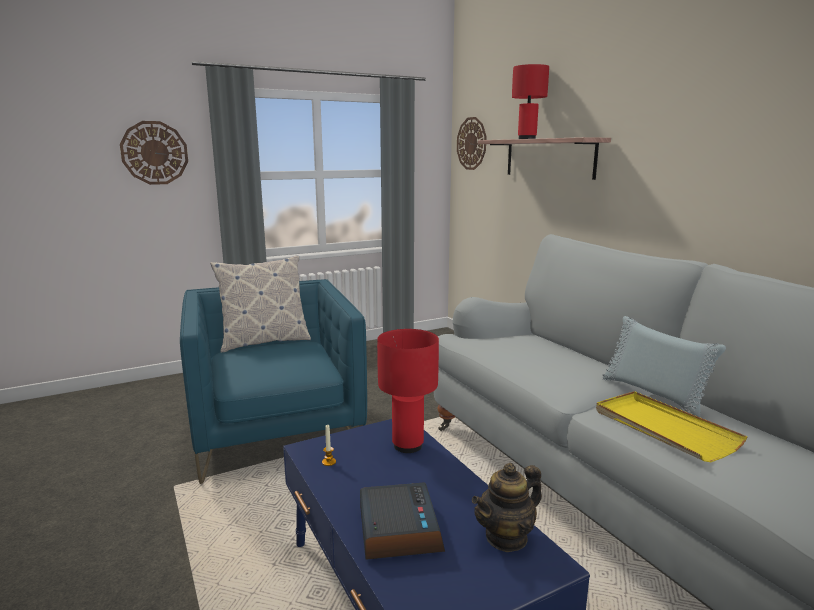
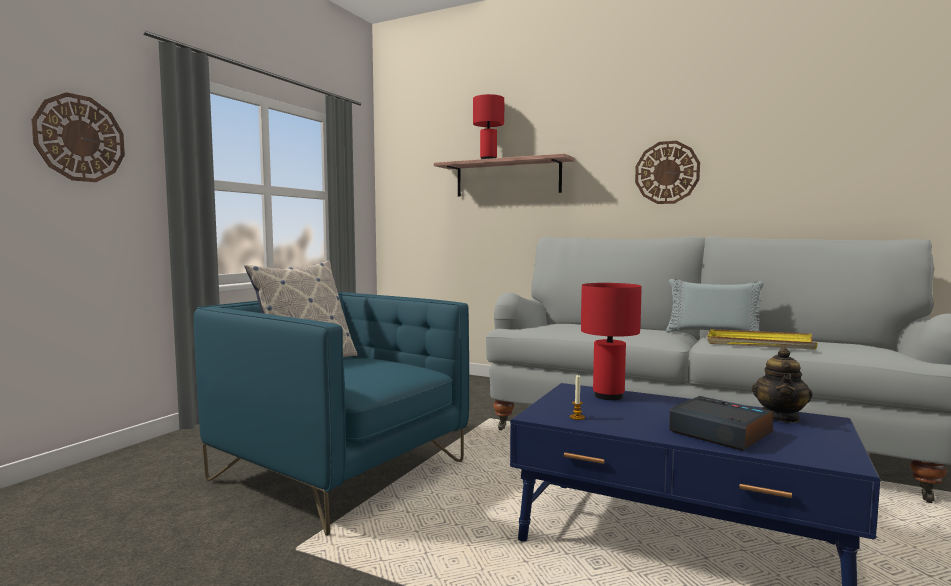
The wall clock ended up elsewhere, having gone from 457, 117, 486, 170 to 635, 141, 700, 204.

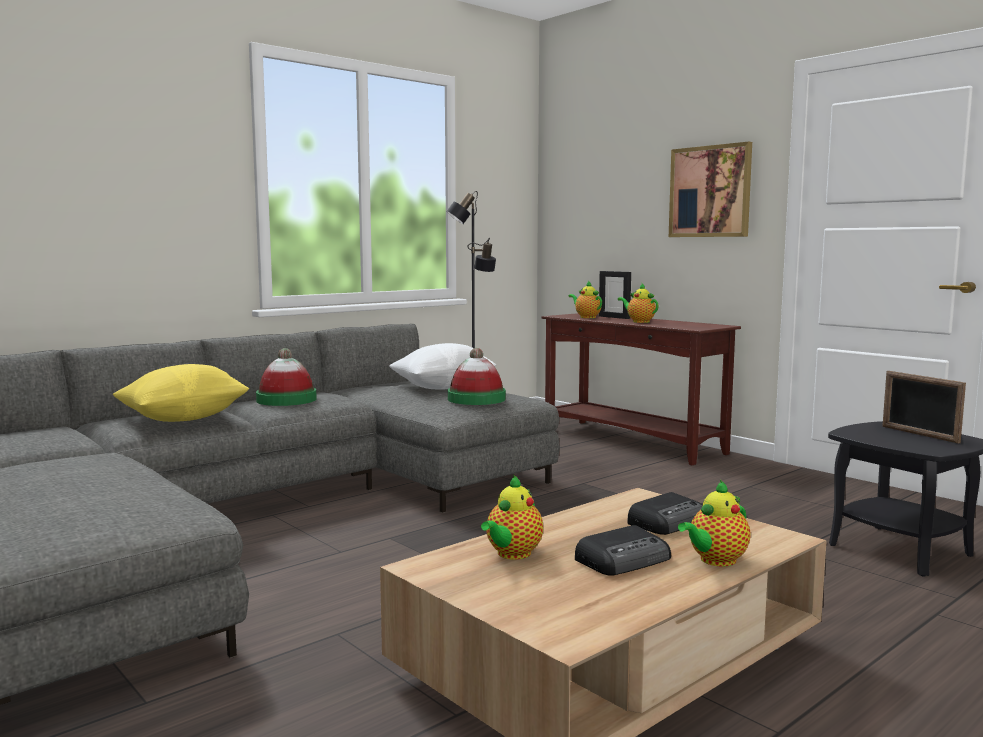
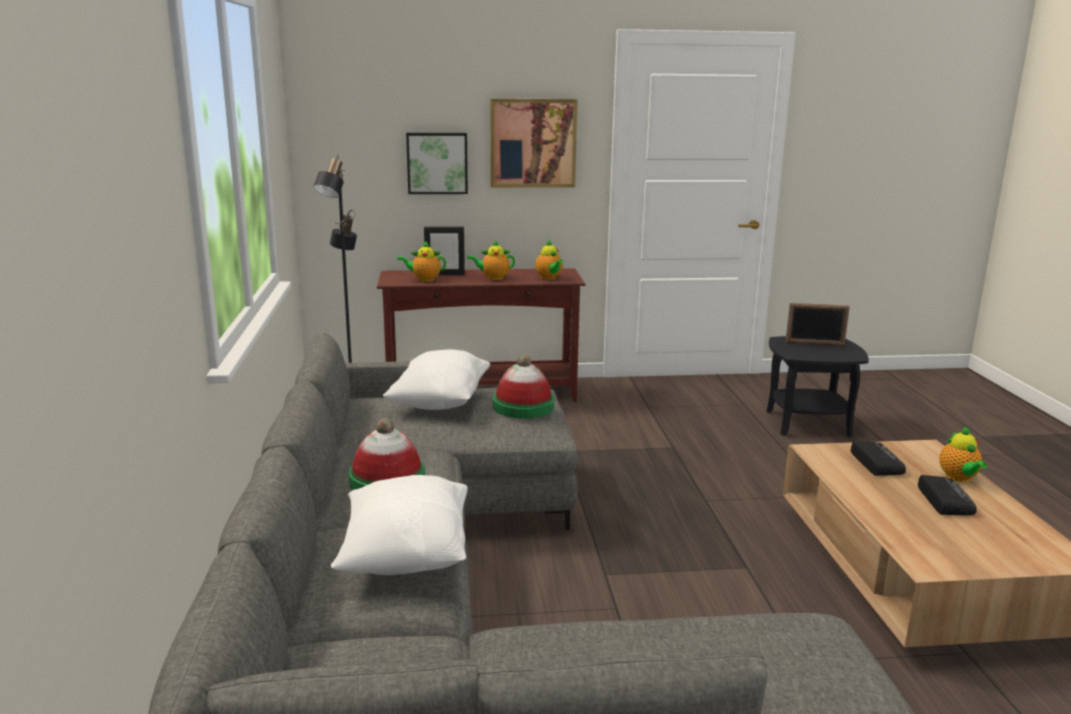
What was the pillow/yellow at 113, 364, 249, 422 turned into the pillow/white at 331, 475, 468, 575.
The teapot ended up elsewhere, having gone from 481, 475, 543, 560 to 535, 239, 563, 280.
The second view gained the picture at 406, 133, 468, 194.

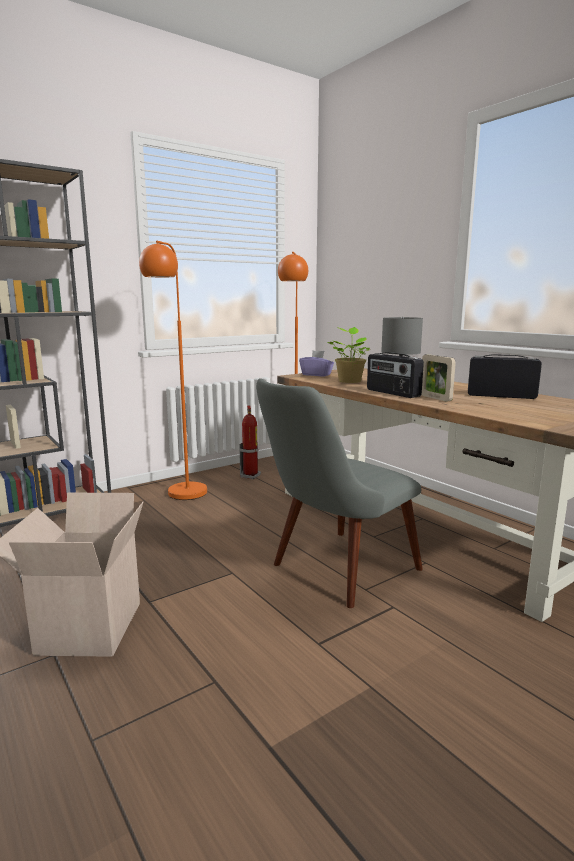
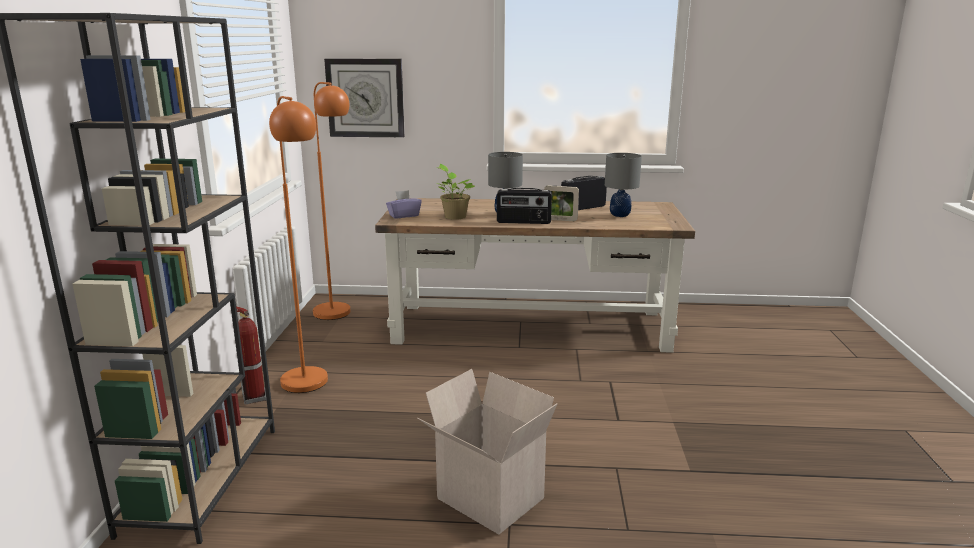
The fire extinguisher ended up elsewhere, having gone from 239, 406, 261, 479 to 236, 306, 266, 405.
The second view lost the chair/grey at 256, 378, 423, 608.
The second view gained the wall clock at 324, 59, 405, 137.
The second view gained the table lamp/grey at 605, 153, 642, 217.

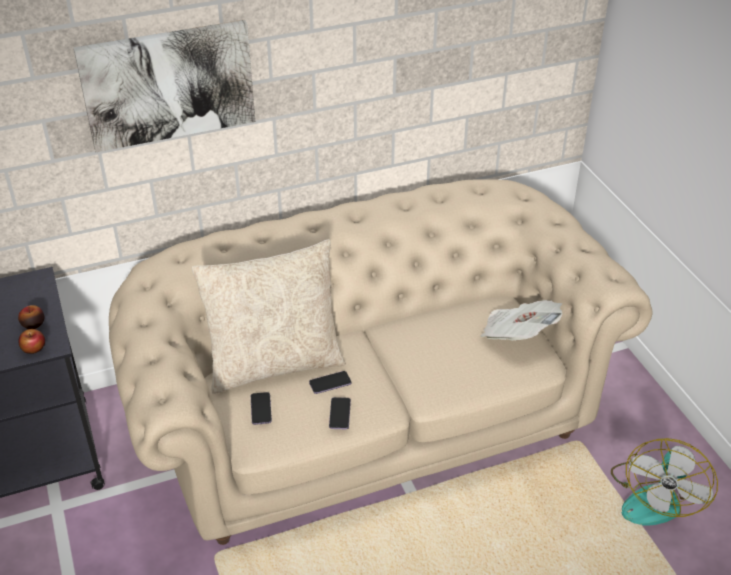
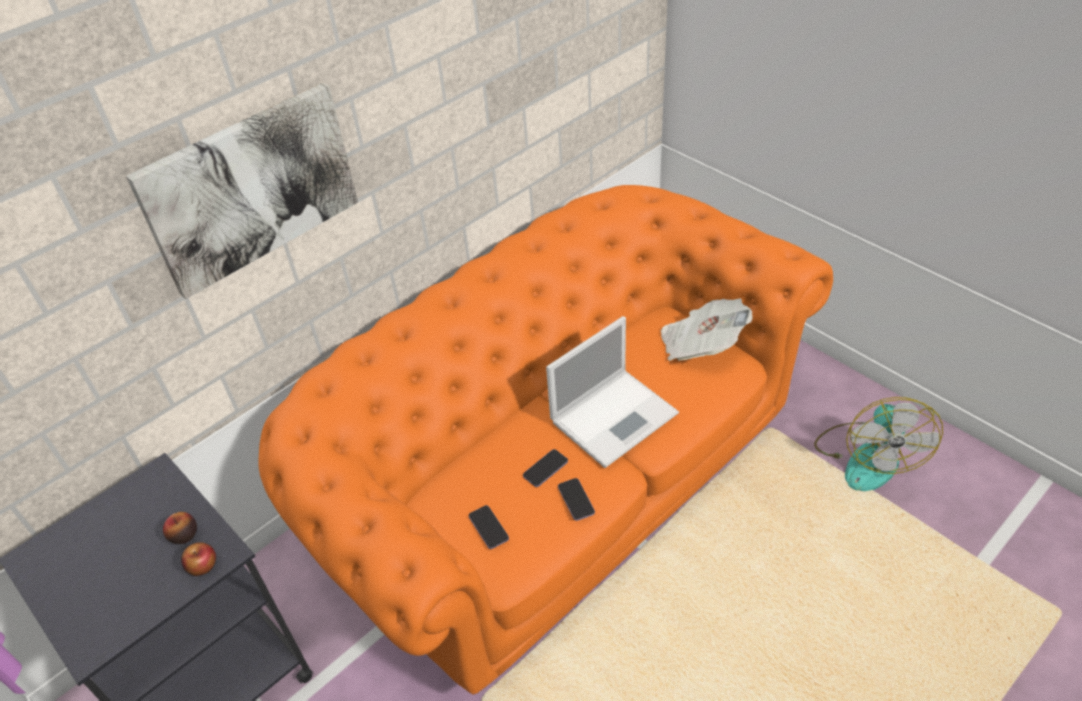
What was the sofa/beige at 109, 180, 653, 545 turned into the sofa/orange at 259, 185, 833, 695.
The second view lost the pillow/beige at 191, 239, 346, 394.
The second view gained the laptop at 546, 316, 679, 468.

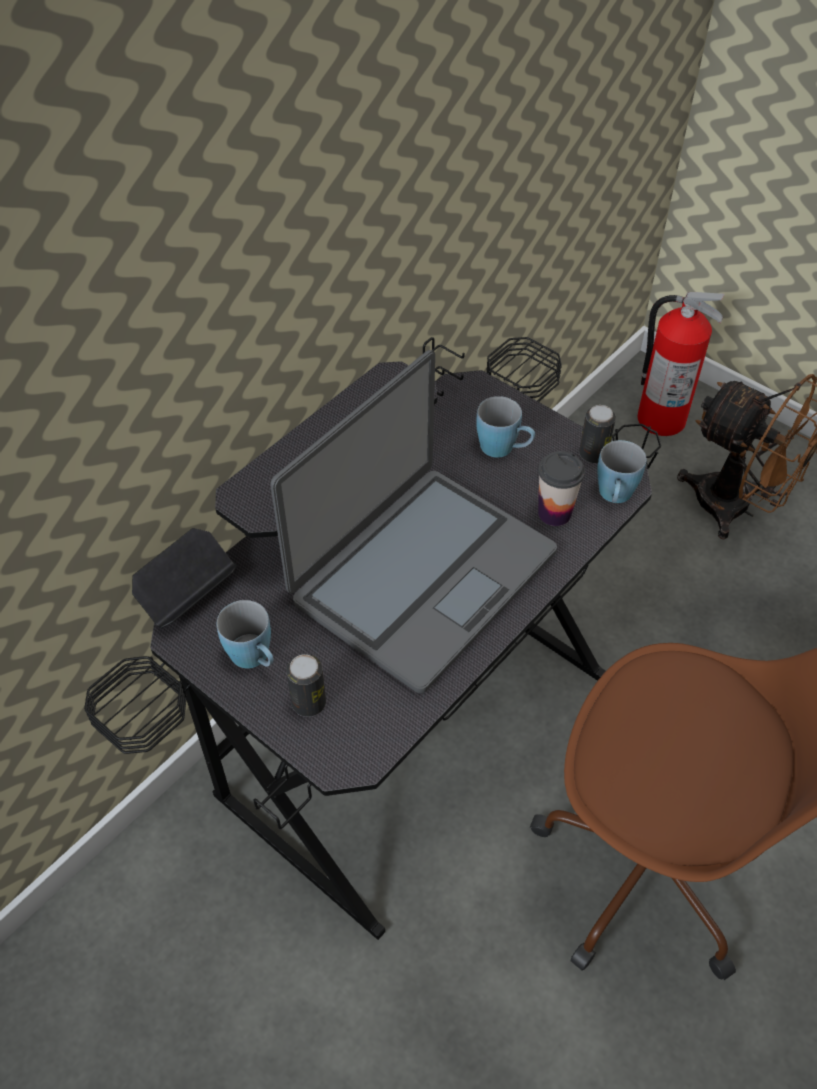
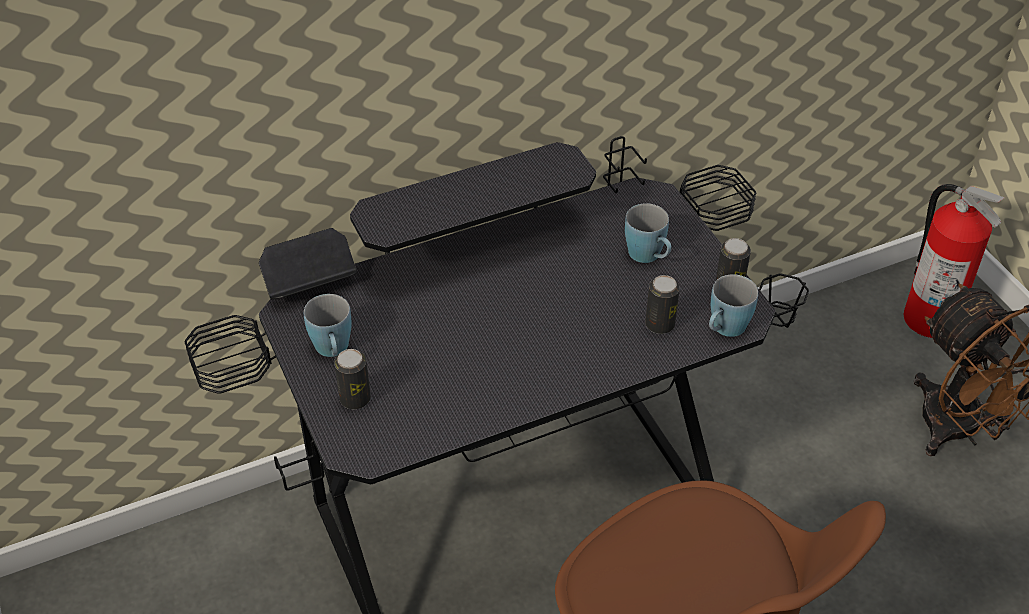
The second view lost the laptop at 270, 350, 557, 694.
Where the cup stood at 538, 451, 585, 526, the can came to stand at 645, 275, 680, 334.

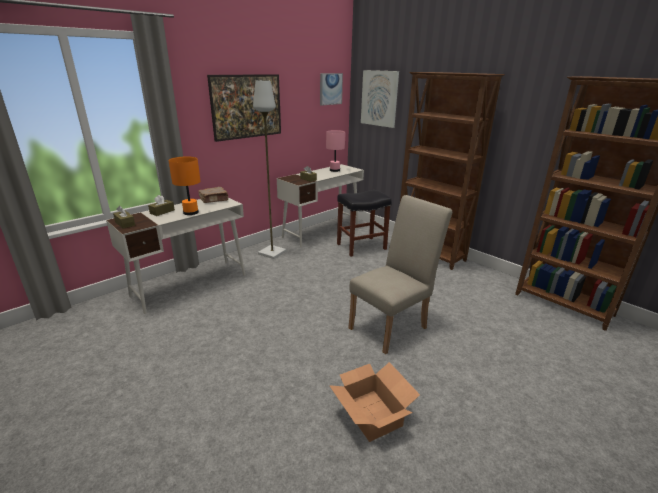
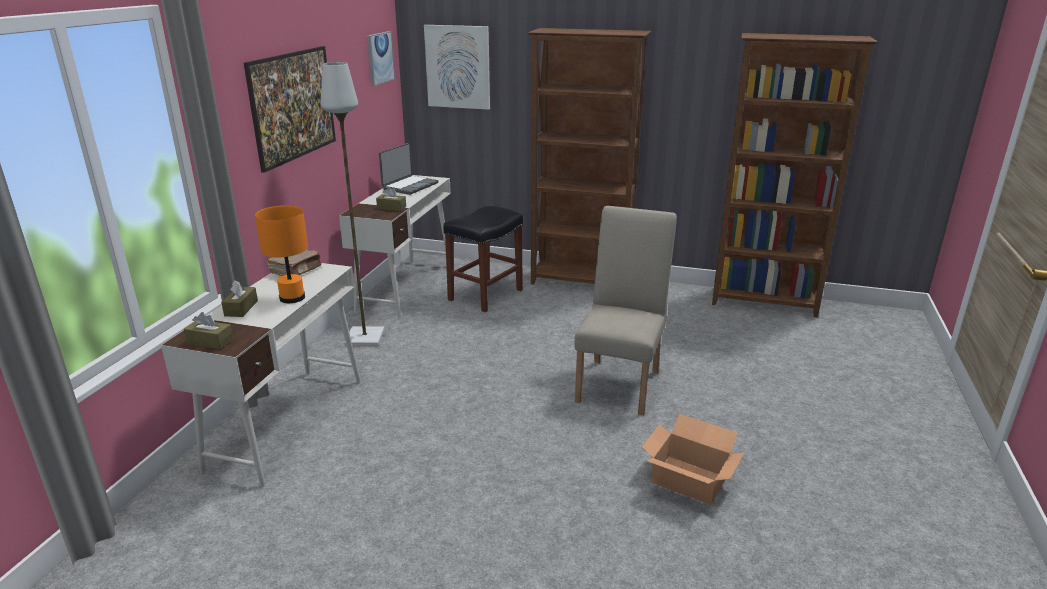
Where the table lamp/pink stood at 326, 130, 345, 172, the laptop came to stand at 379, 143, 439, 195.

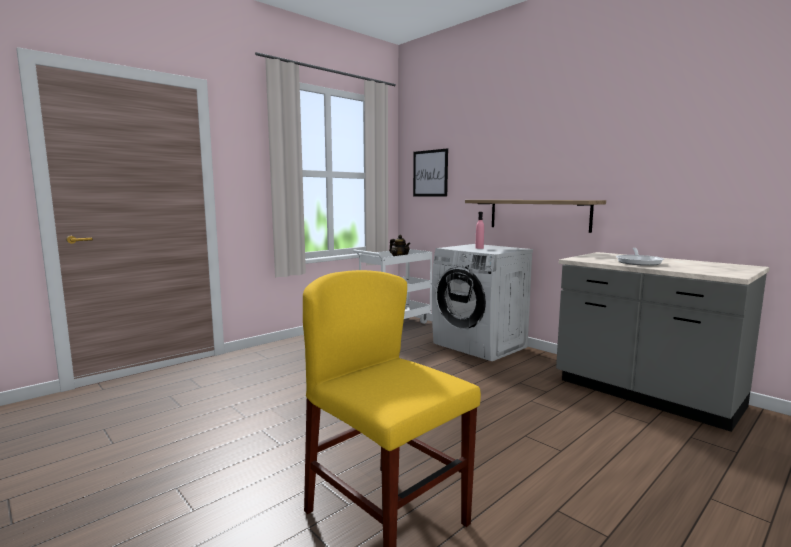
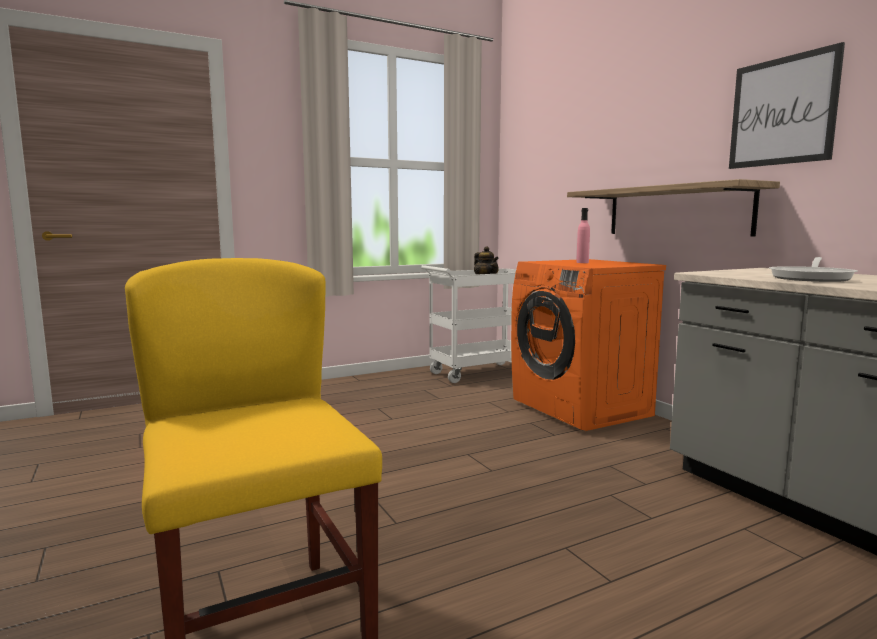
The picture ended up elsewhere, having gone from 413, 149, 448, 196 to 729, 42, 845, 169.
What was the washing machine/white at 432, 244, 533, 361 turned into the washing machine/orange at 511, 259, 666, 431.

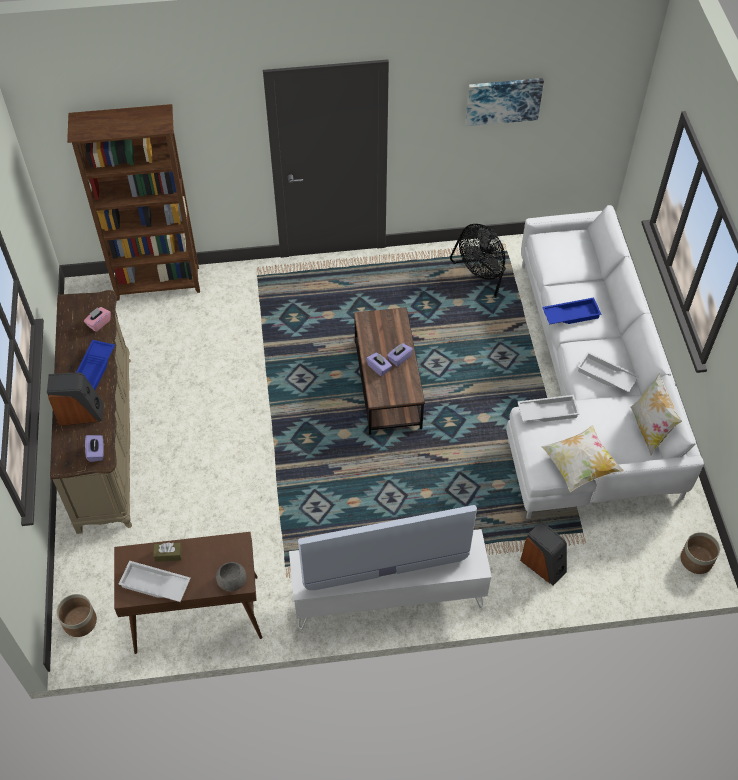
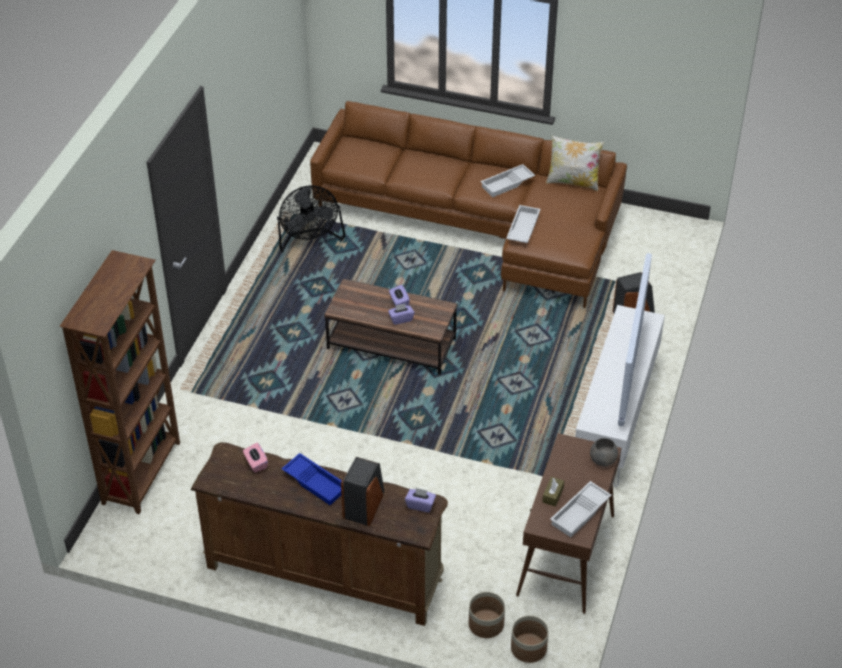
The second view lost the picture at 465, 78, 544, 126.
What was the sofa/white at 506, 205, 704, 519 turned into the sofa/brown at 310, 101, 627, 308.
The second view lost the pillow at 541, 425, 624, 492.
The second view lost the tray/blue at 542, 297, 602, 324.
The planter ended up elsewhere, having gone from 681, 532, 720, 574 to 469, 592, 505, 638.

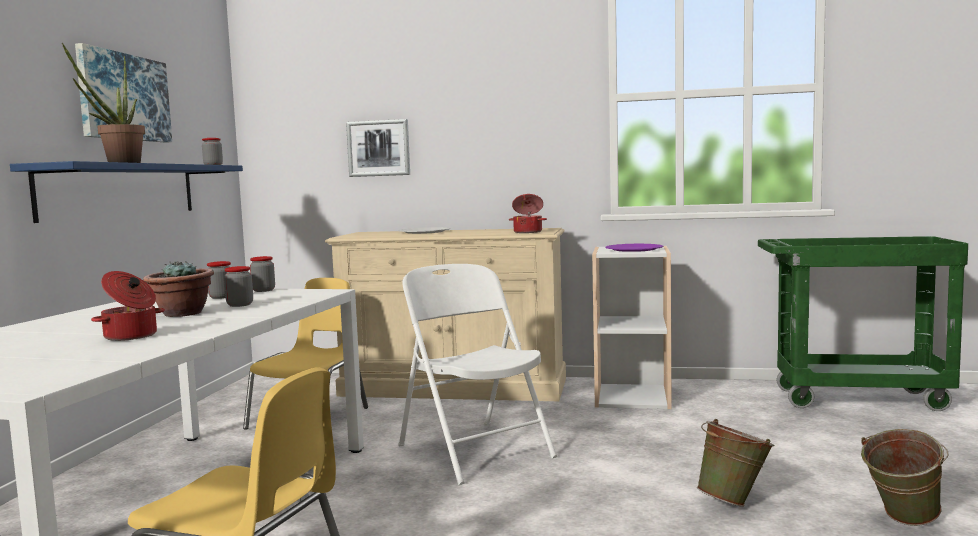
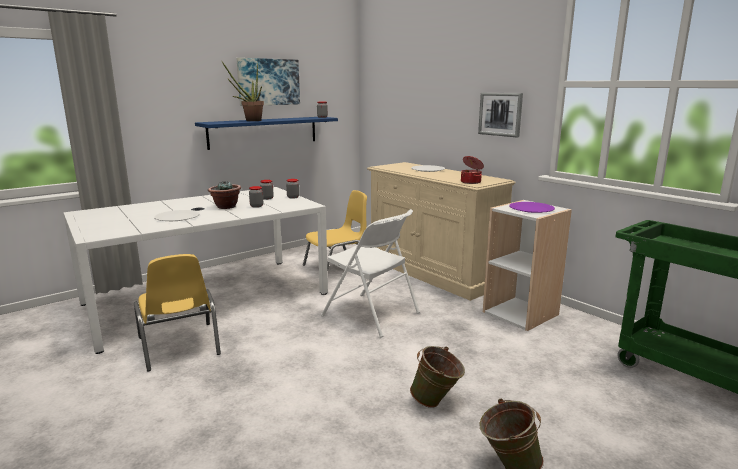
Where the cooking pot stood at 91, 271, 165, 341, the plate/white came to stand at 154, 210, 200, 221.
The picture ended up elsewhere, having gone from 346, 119, 410, 177 to 478, 93, 523, 138.
The chair/white at 398, 264, 558, 485 ended up facing another way, 120 degrees clockwise from before.

